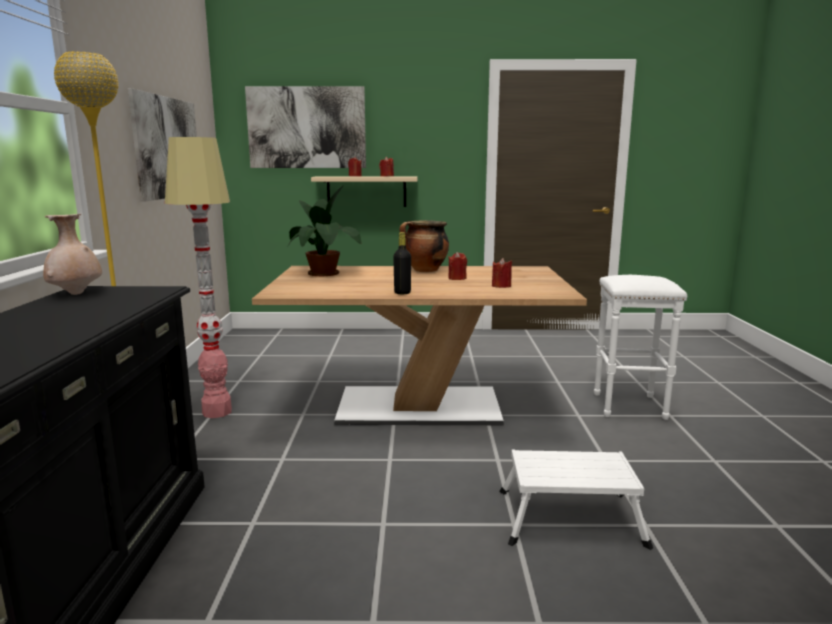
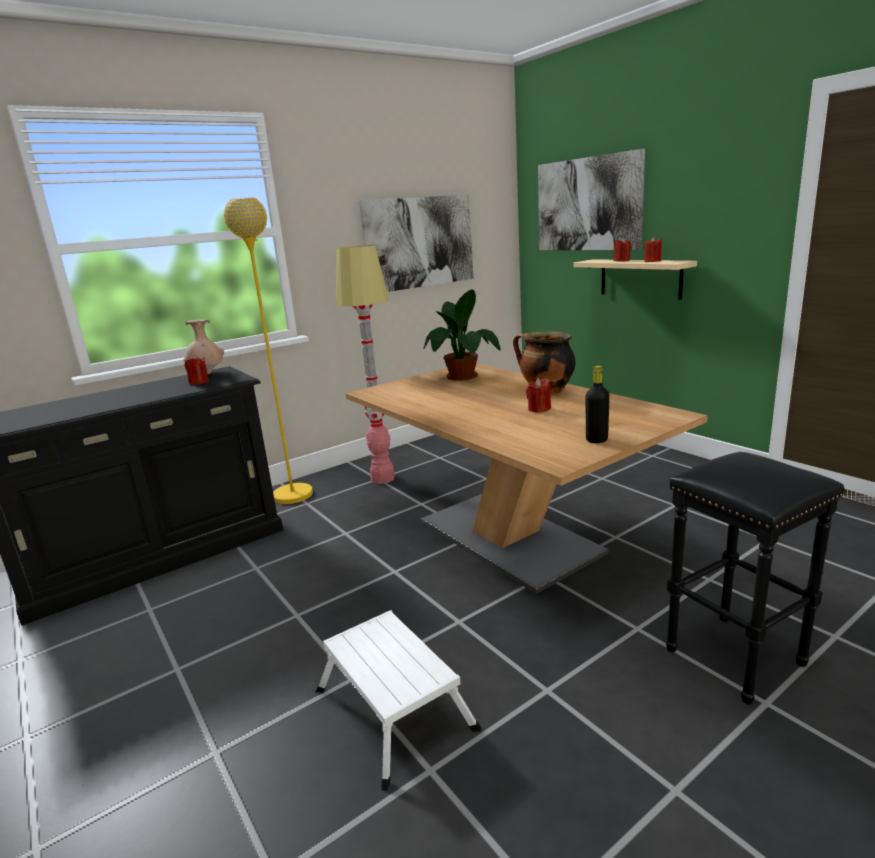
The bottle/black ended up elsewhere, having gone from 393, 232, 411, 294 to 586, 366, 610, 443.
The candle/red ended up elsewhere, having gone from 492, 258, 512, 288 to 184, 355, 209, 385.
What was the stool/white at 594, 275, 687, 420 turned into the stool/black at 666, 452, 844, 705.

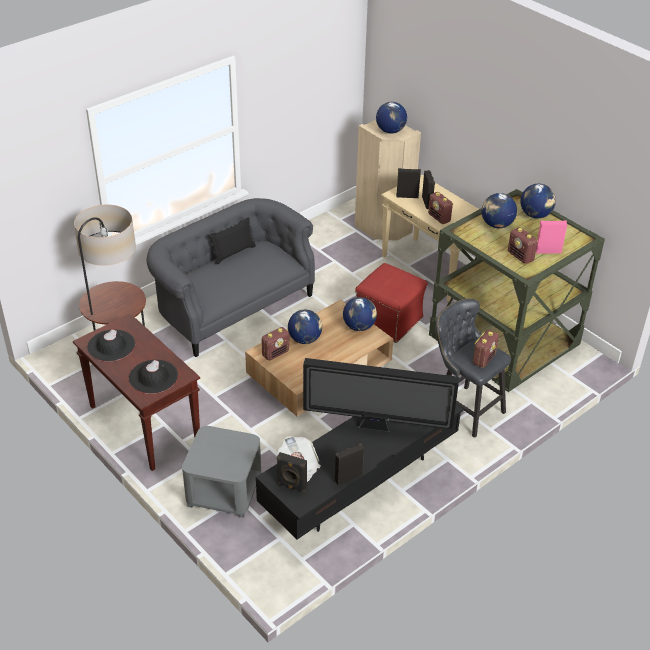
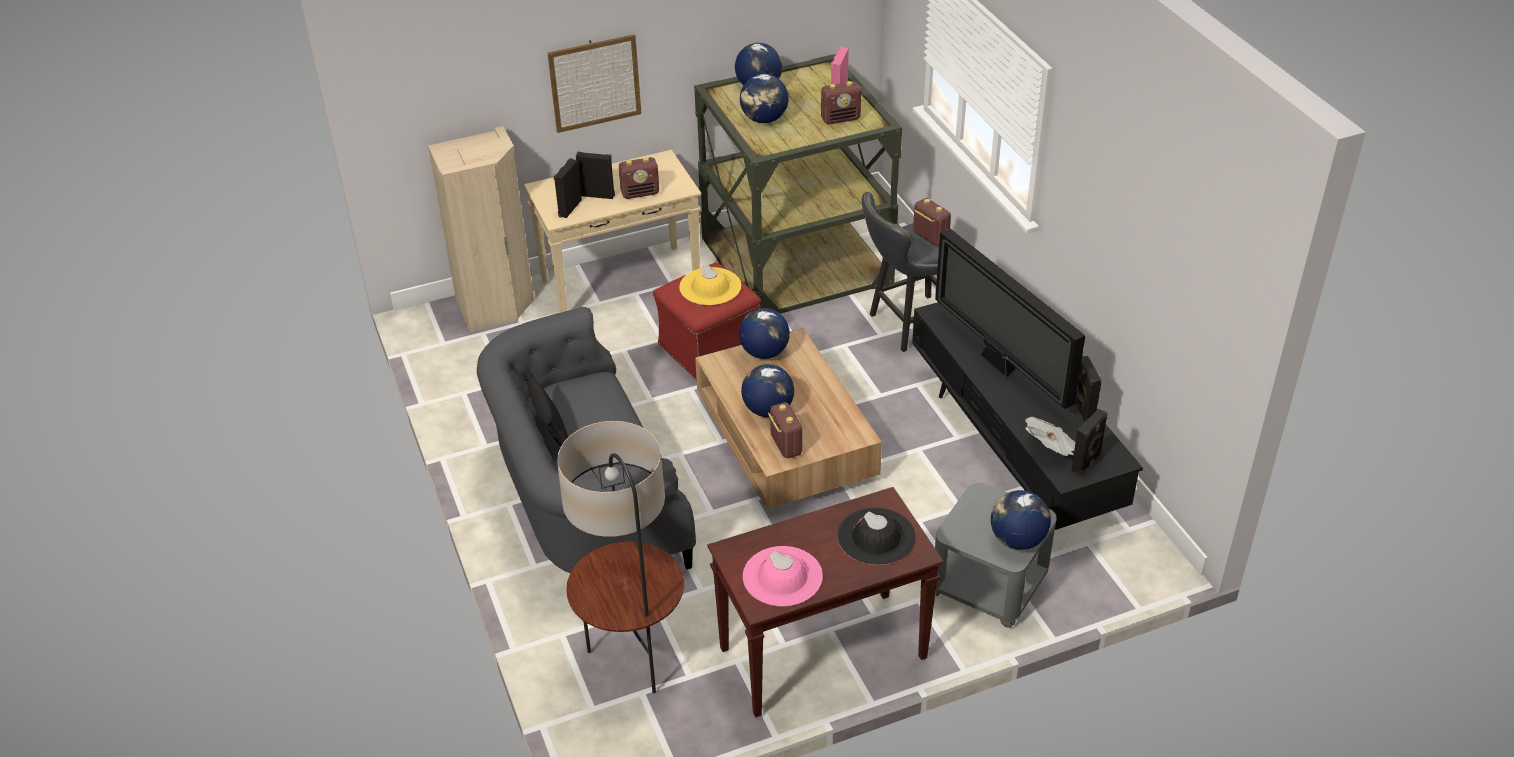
What was the hat/black at 87, 329, 135, 361 turned into the hat/pink at 743, 546, 823, 607.
The television at 303, 358, 459, 432 ended up facing another way, 120 degrees clockwise from before.
The globe ended up elsewhere, having gone from 376, 102, 407, 133 to 991, 490, 1051, 550.
The second view gained the picture at 547, 34, 642, 133.
The second view gained the hat/yellow at 679, 265, 741, 305.

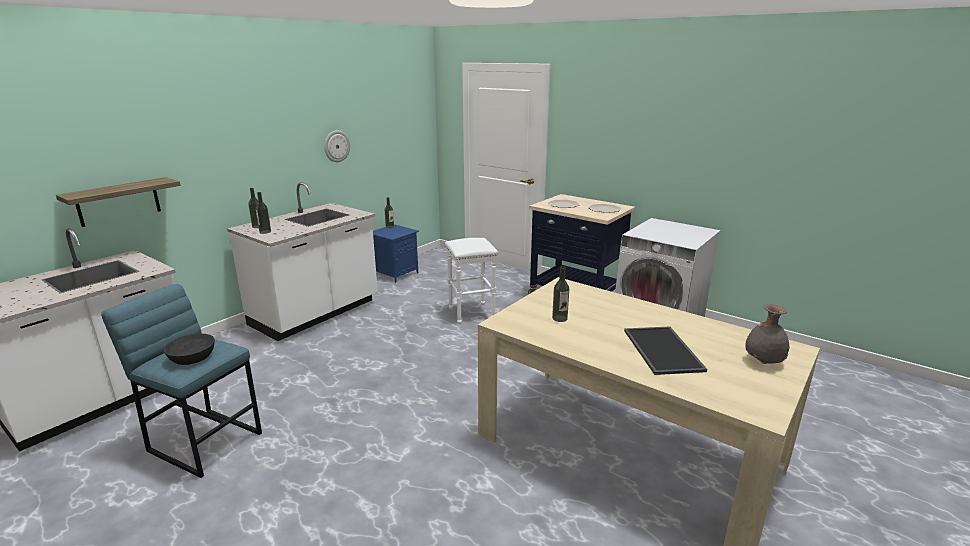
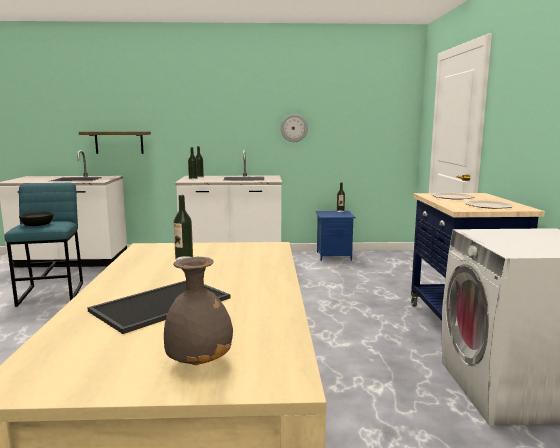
The second view lost the stool/white at 445, 238, 498, 324.

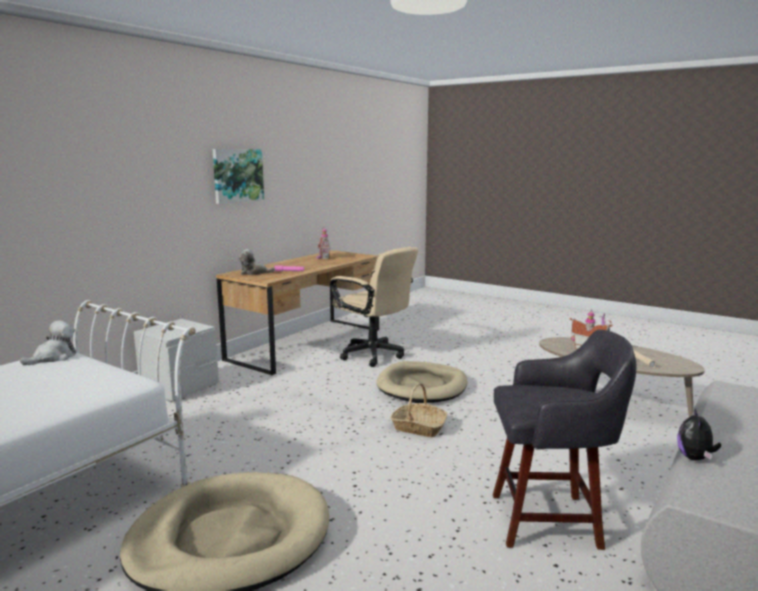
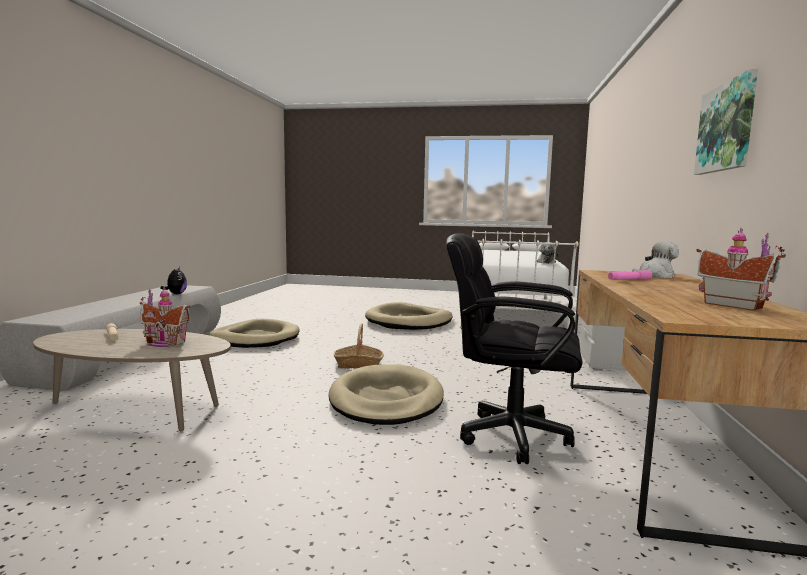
What was the office chair/beige at 330, 247, 418, 367 turned into the office chair/black at 446, 233, 582, 464.
Where the stool/grey stood at 493, 330, 637, 550, the dog bed/beige came to stand at 209, 319, 300, 348.

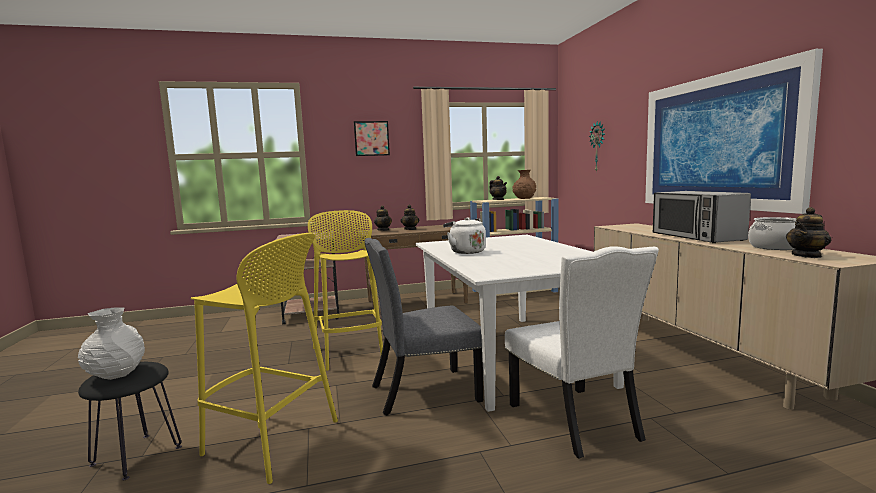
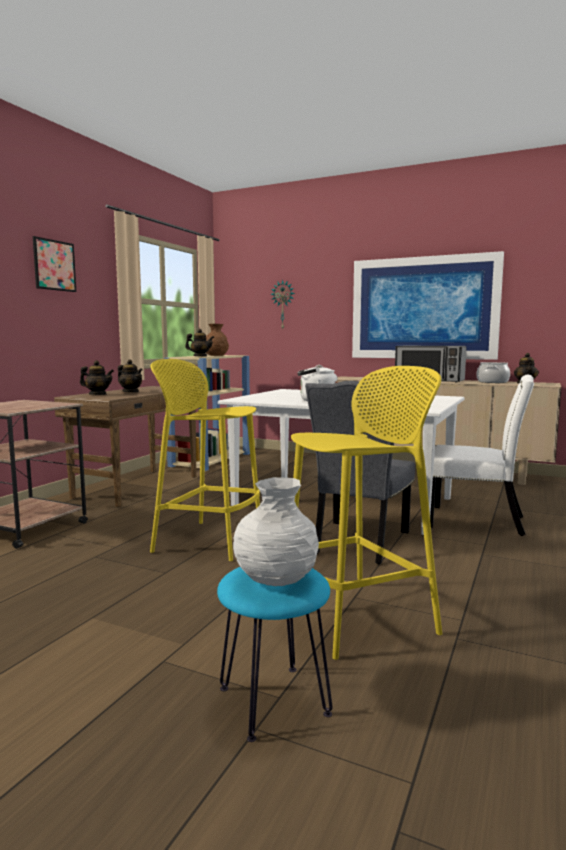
What was the stool/black at 78, 362, 182, 480 turned into the stool/turquoise at 217, 567, 333, 742.

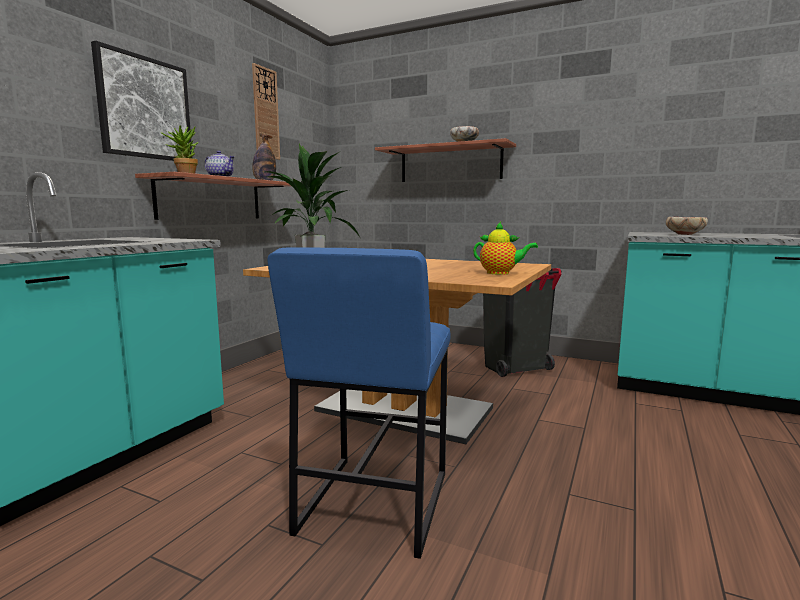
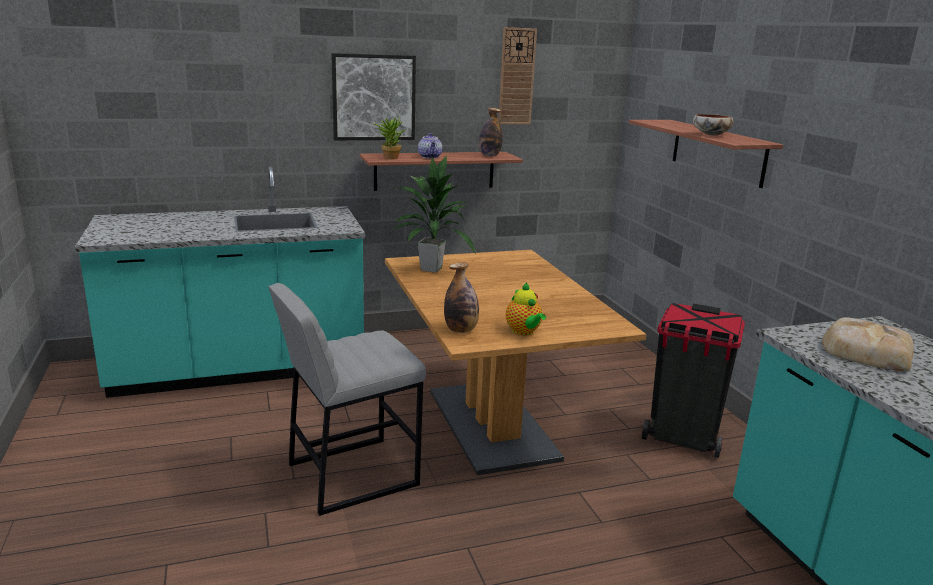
What was the stool/blue at 268, 247, 451, 559 turned into the stool/grey at 268, 283, 426, 516.
Where the bowl stood at 666, 217, 708, 235, the bread came to stand at 822, 317, 914, 372.
The second view gained the bottle at 444, 262, 479, 333.

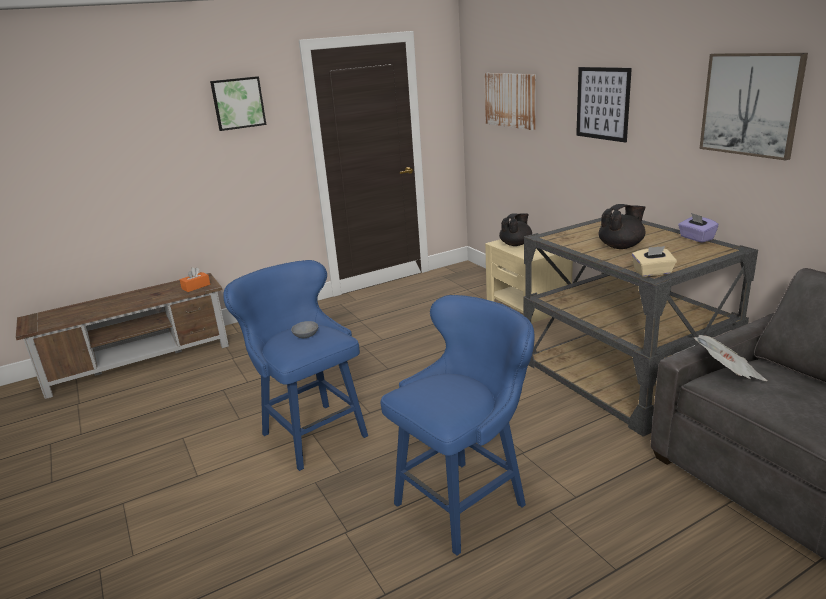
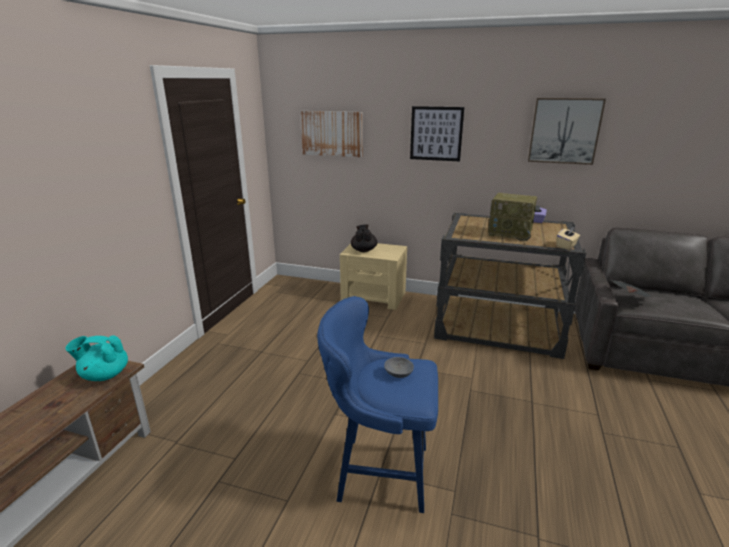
Where the tissue box/orange stood at 180, 267, 210, 292, the teapot/turquoise came to stand at 65, 335, 128, 381.
The second view lost the picture at 210, 76, 266, 131.
The second view lost the stool/blue at 381, 295, 535, 556.
Where the teapot/black stood at 598, 204, 646, 249, the radio came to stand at 488, 193, 537, 241.

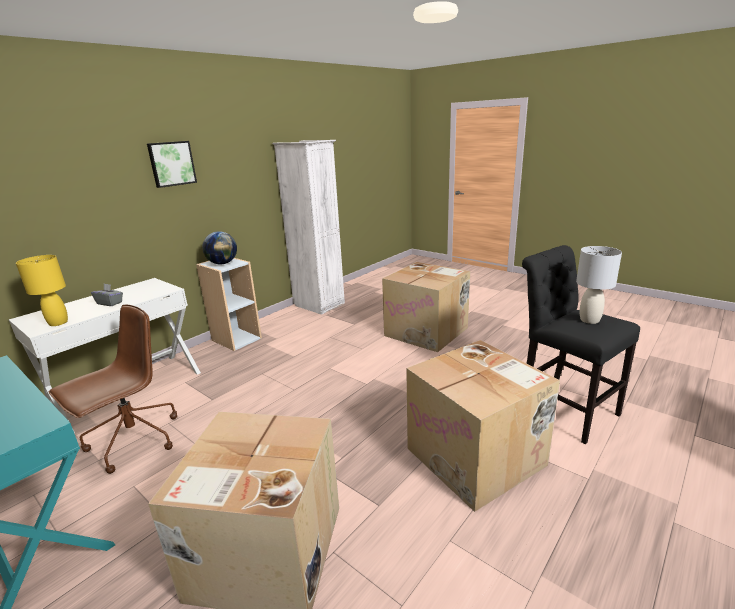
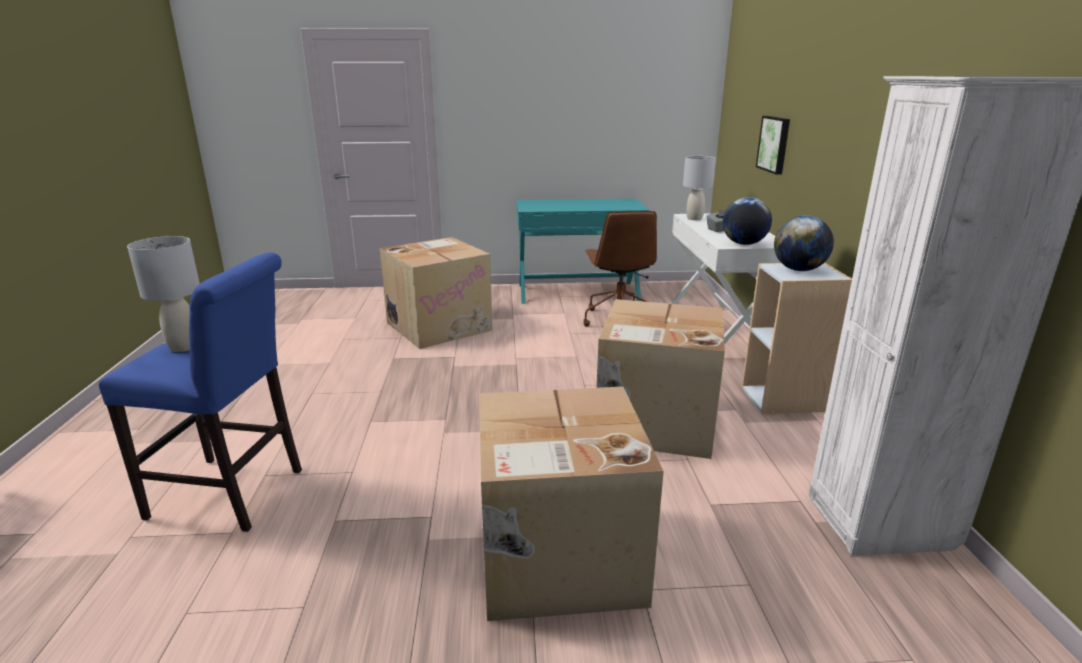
What was the table lamp/yellow at 16, 255, 68, 326 turned into the table lamp/grey at 683, 156, 716, 220.
The picture ended up elsewhere, having gone from 147, 141, 197, 188 to 756, 116, 790, 174.
The cardboard box ended up elsewhere, having gone from 406, 340, 560, 512 to 597, 299, 725, 459.
What was the stool/black at 522, 245, 640, 444 turned into the stool/blue at 99, 252, 302, 532.
The second view gained the globe at 723, 197, 772, 245.

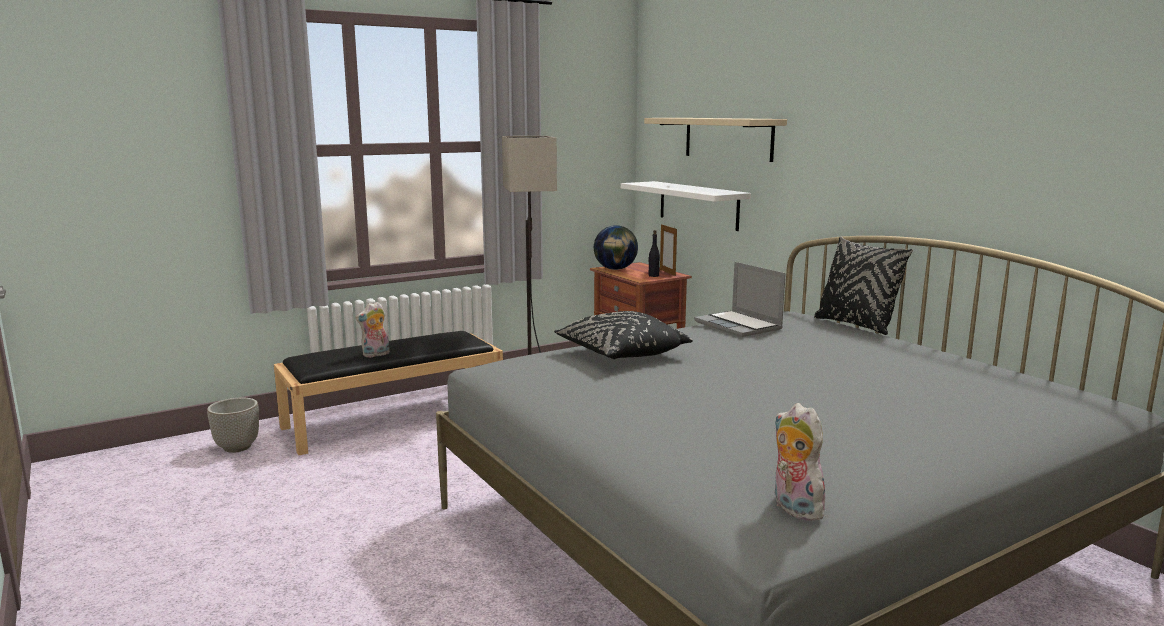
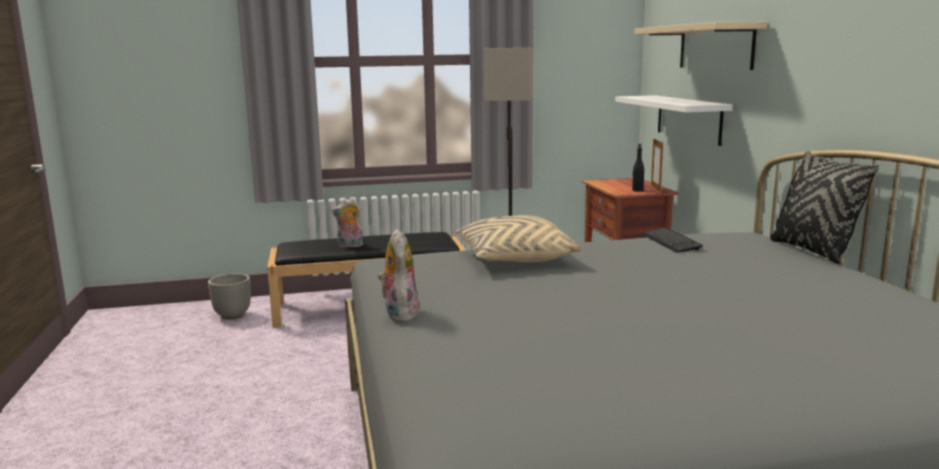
What was the pillow/black at 554, 311, 693, 359 turned into the pillow/beige at 455, 215, 582, 262.
The second view lost the globe at 594, 225, 638, 270.
Where the laptop stood at 694, 262, 786, 337, the keyboard came to stand at 641, 227, 703, 253.
The plush toy ended up elsewhere, having gone from 774, 403, 831, 521 to 378, 229, 419, 322.

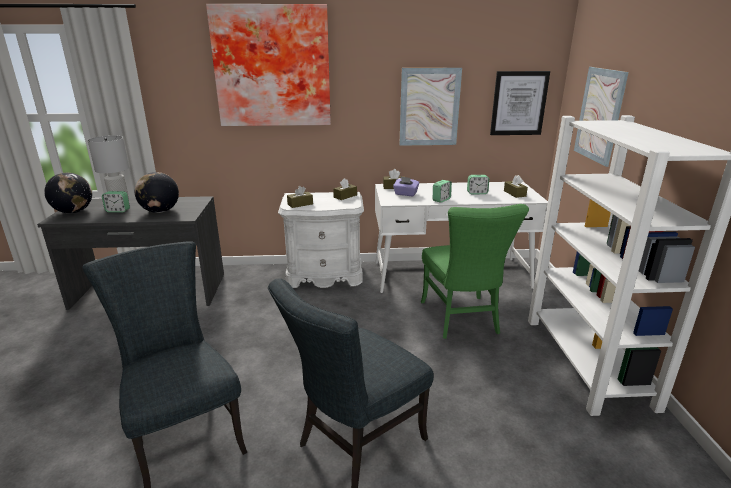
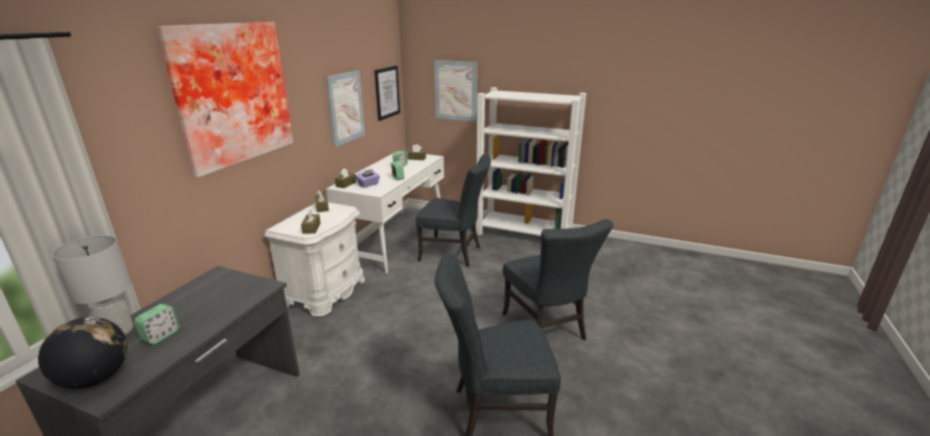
The second view lost the globe at 135, 172, 179, 213.
What was the chair/green at 421, 204, 529, 339 turned into the chair/grey at 416, 154, 491, 267.

